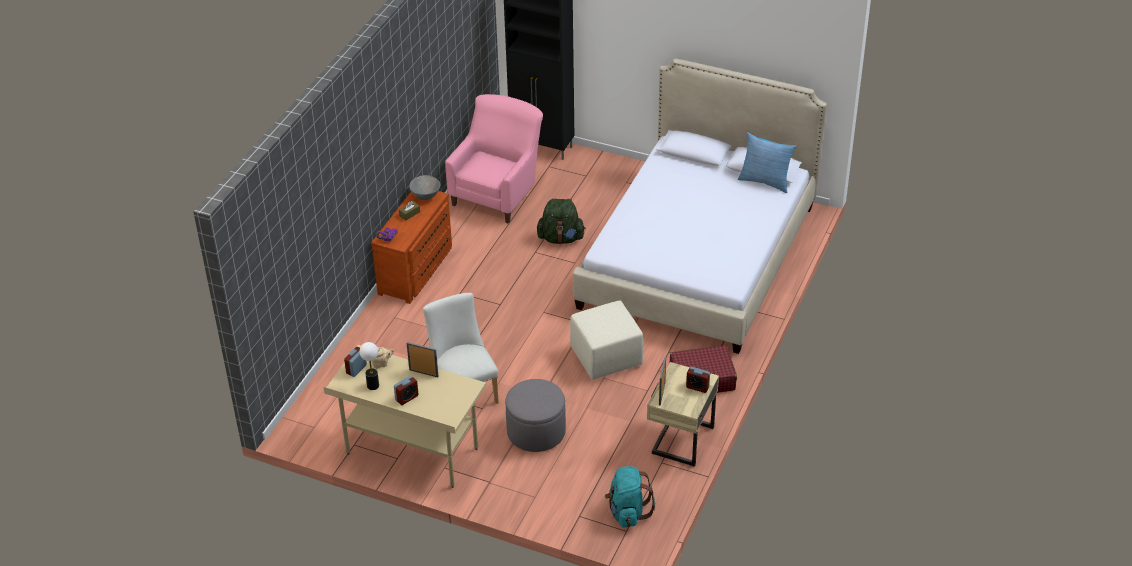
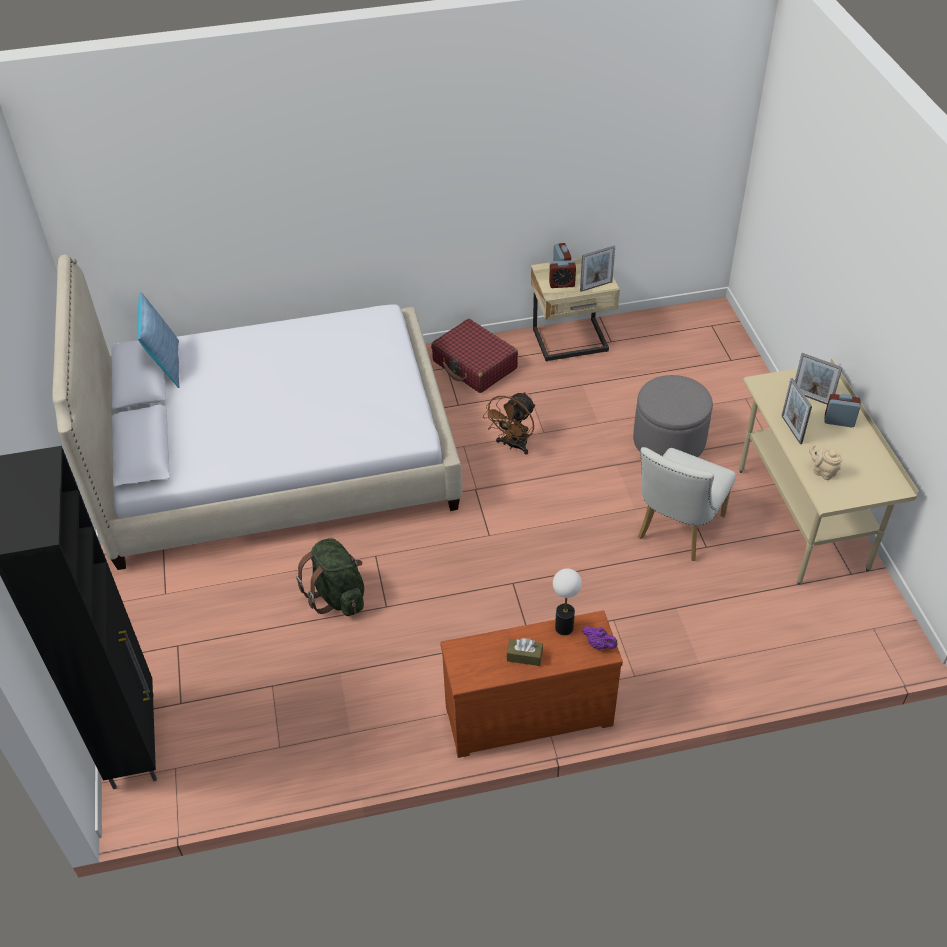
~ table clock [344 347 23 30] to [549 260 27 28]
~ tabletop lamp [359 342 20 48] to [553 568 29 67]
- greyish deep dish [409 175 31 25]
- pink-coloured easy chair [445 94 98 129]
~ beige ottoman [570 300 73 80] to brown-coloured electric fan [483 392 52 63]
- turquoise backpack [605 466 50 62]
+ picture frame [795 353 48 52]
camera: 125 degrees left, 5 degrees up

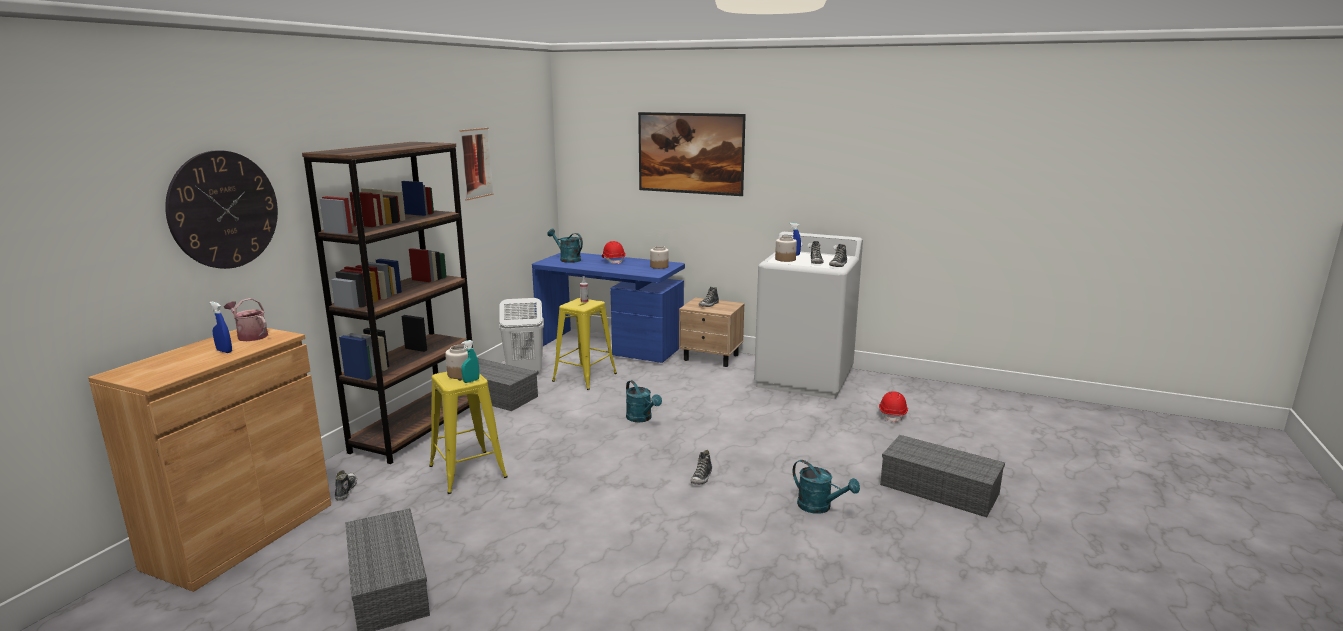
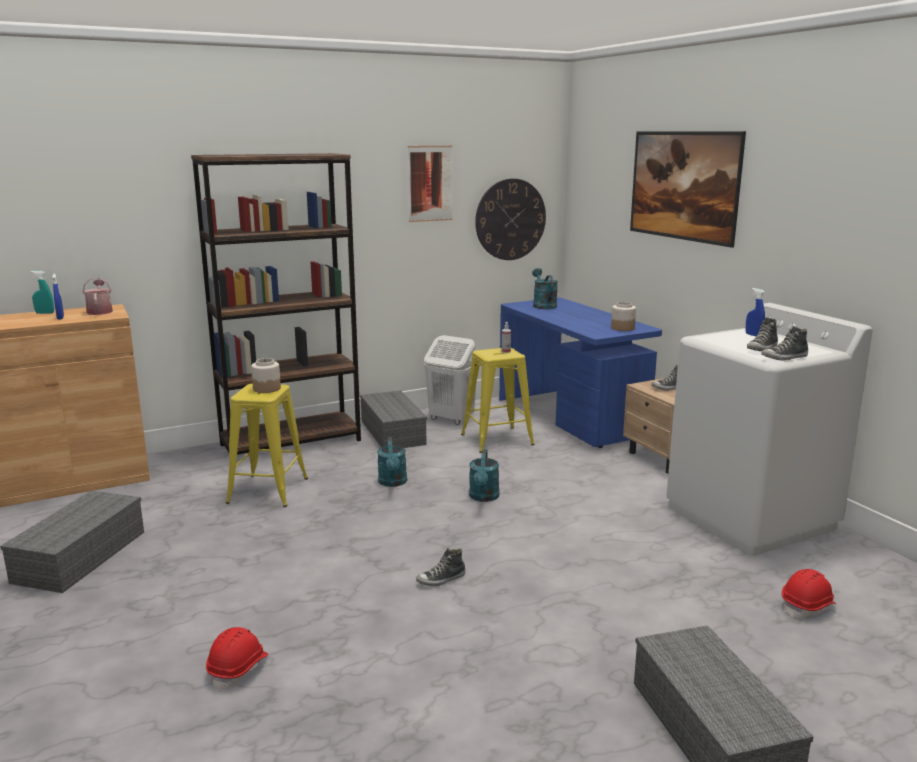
~ clock on the wall [165 150 113 119] to [475 179 71 81]
- shoe [335 470 22 31]
~ turquoise spray bottle [461 340 18 43] to [31 271 23 43]
~ reddish work helmet [602 241 24 23] to [206 627 62 64]
- storage jar [775 236 22 26]
~ turquoise watering pot [792 460 68 54] to [377 437 30 50]
camera: 40 degrees right, 0 degrees up

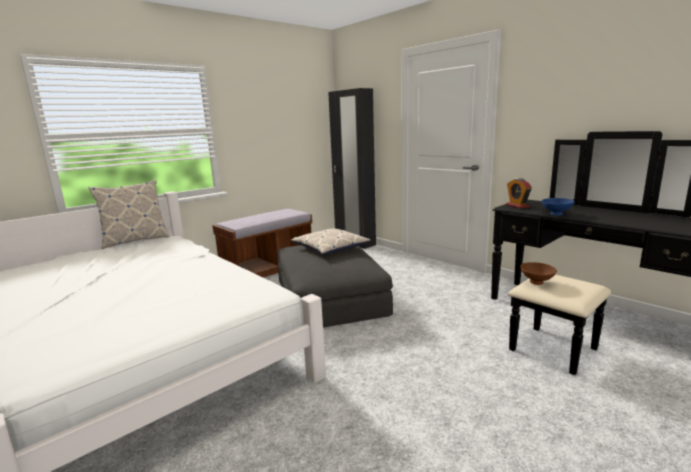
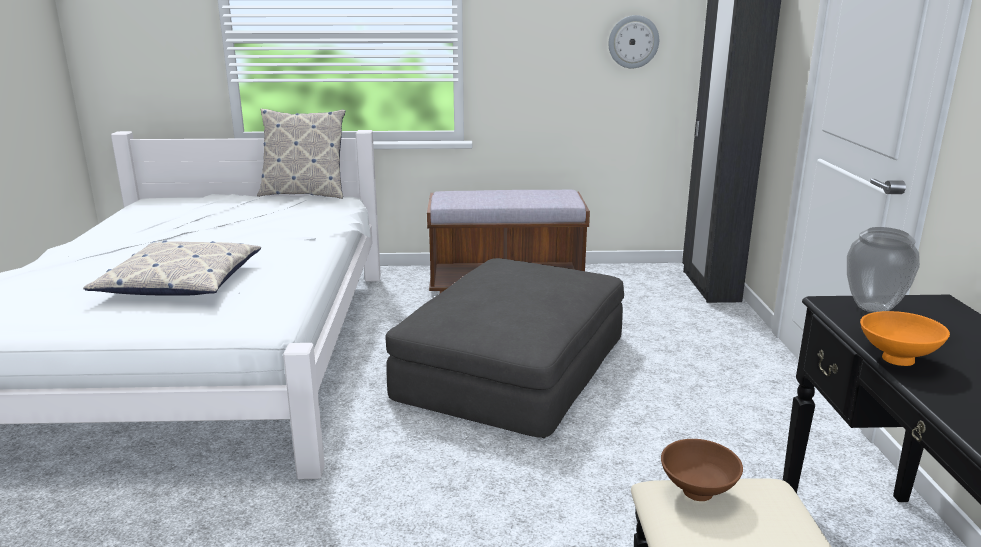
~ cushion [290 229 81 25] to [83 240 178 56]
~ table clock [506 178 26 30] to flower vase [847 227 73 86]
~ blue-coloured deep dish [542 198 33 17] to orange deep dish [860 311 90 55]
+ clock on the wall [608 15 51 53]
camera: 40 degrees right, 5 degrees up

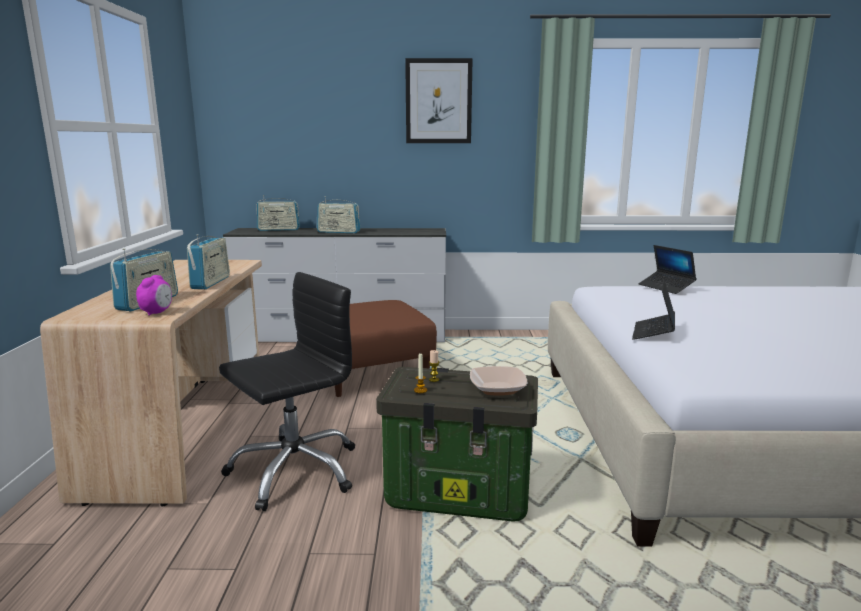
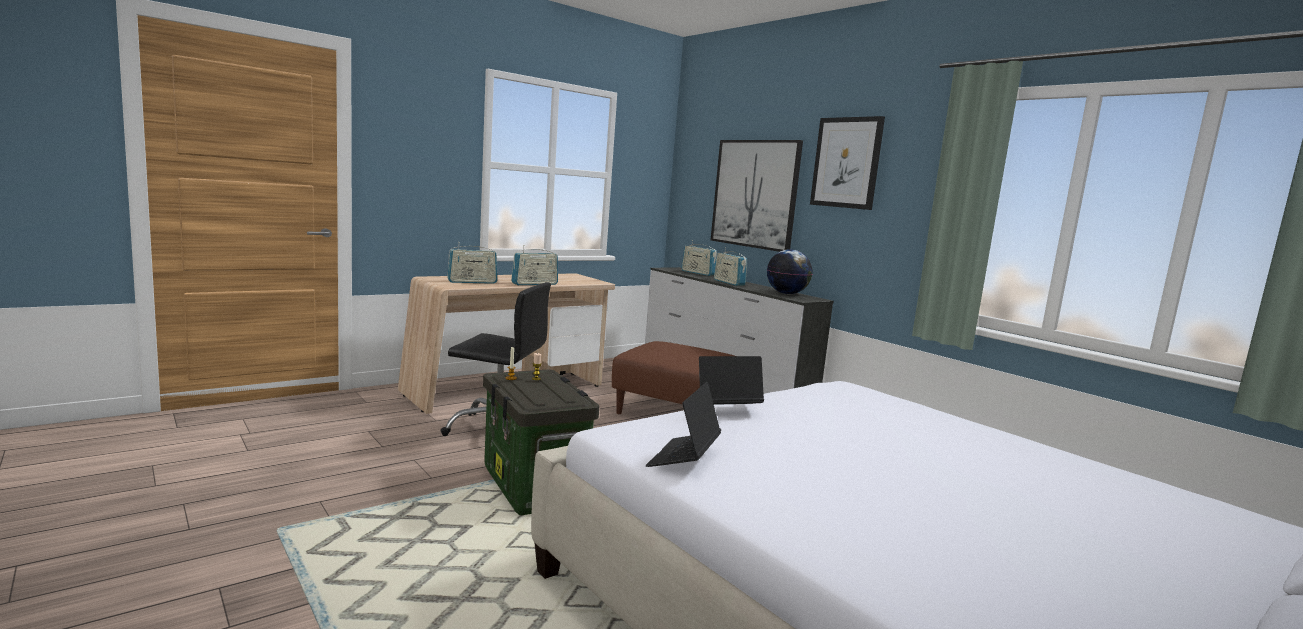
- table clock [136 275 36 41]
- deep dish [470 366 57 30]
~ notebook computer [639 245 58 49] to [646 382 75 85]
+ picture [711 140 92 112]
+ world globe [767 249 45 45]
camera: 50 degrees right, 5 degrees down

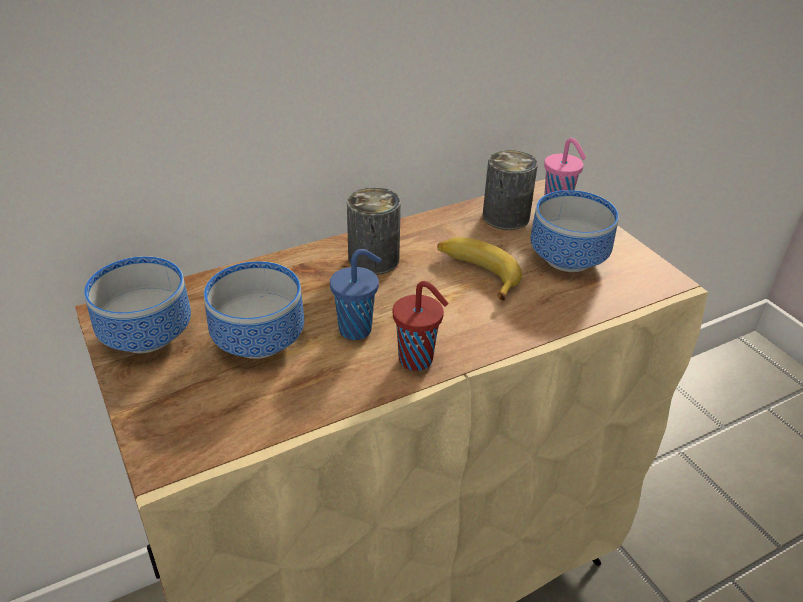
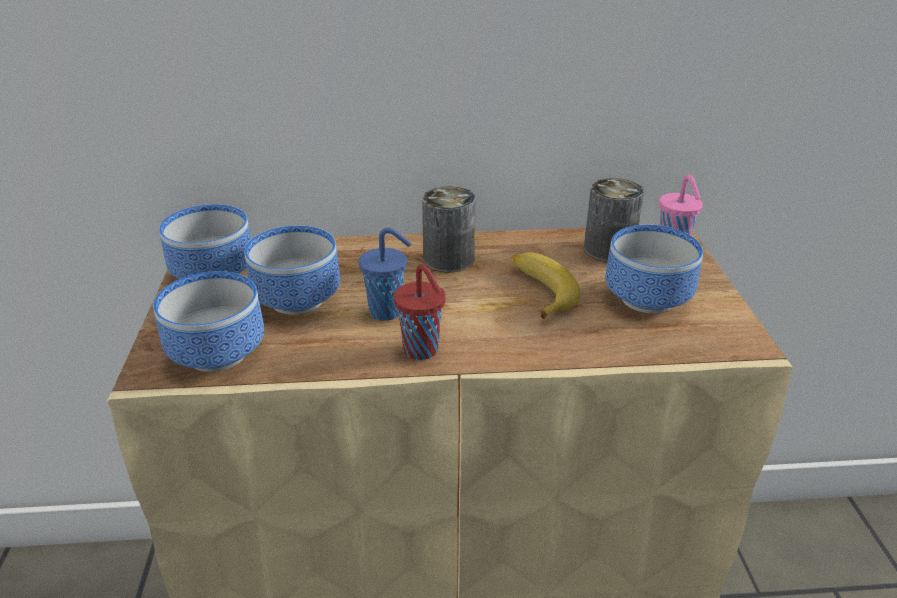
+ deep dish [153 271 111 101]
camera: 25 degrees right, 5 degrees down

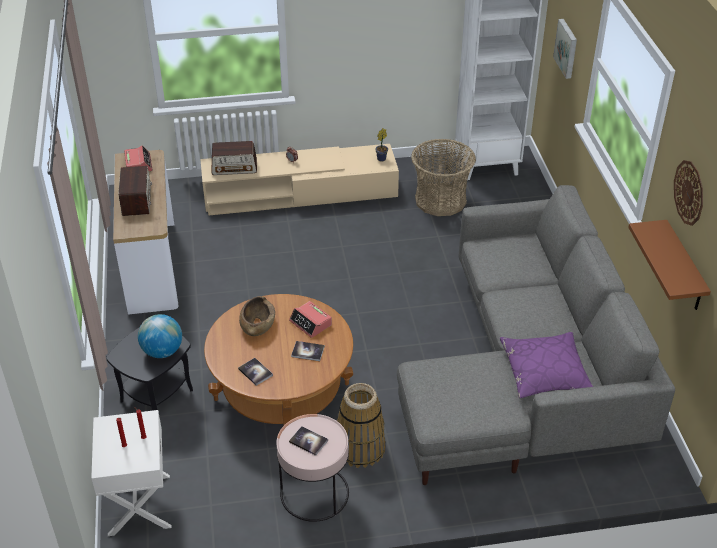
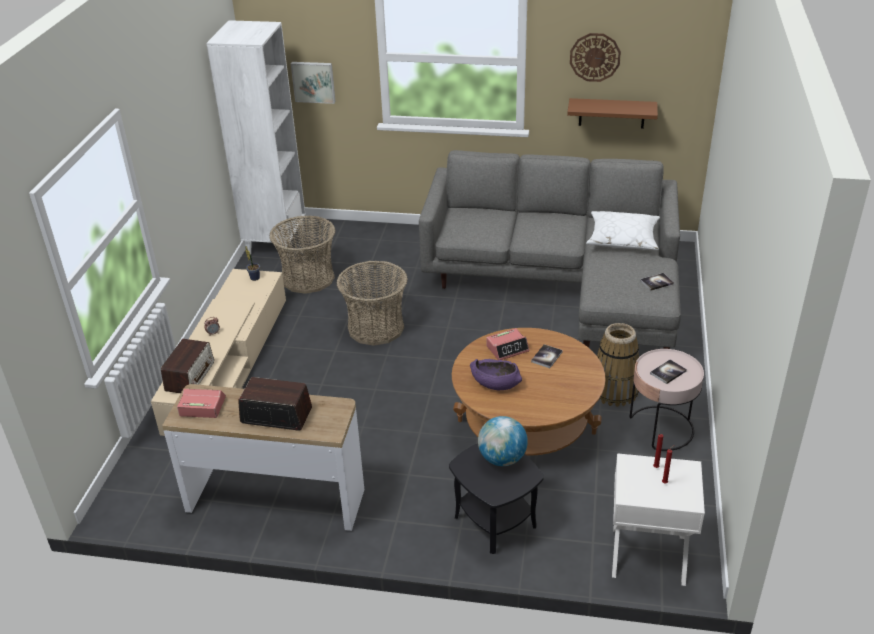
~ volume [238 358 35 28] to [640 273 34 18]
~ brown-coloured deep dish [239 296 36 40] to purple deep dish [470 359 52 31]
~ purple cushion [500 332 93 66] to whitish cushion [586 211 74 39]
+ basket [336 261 72 85]
camera: 70 degrees left, 5 degrees down

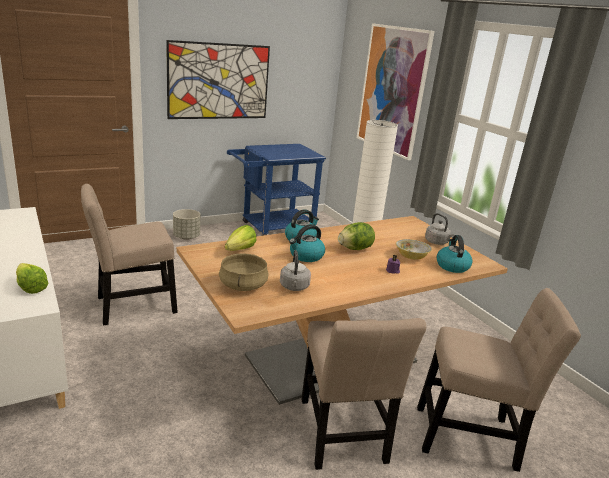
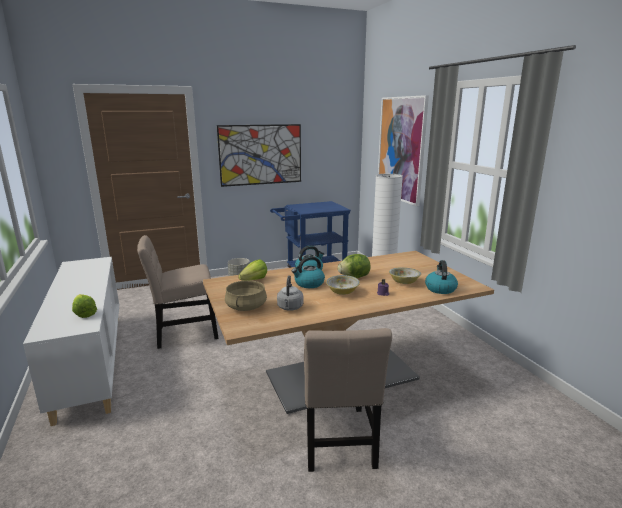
- beige upright chair [417 288 164 184]
- greyish tea kettle [425 213 29 32]
+ deep dish [326 275 34 20]
camera: 10 degrees right, 5 degrees down

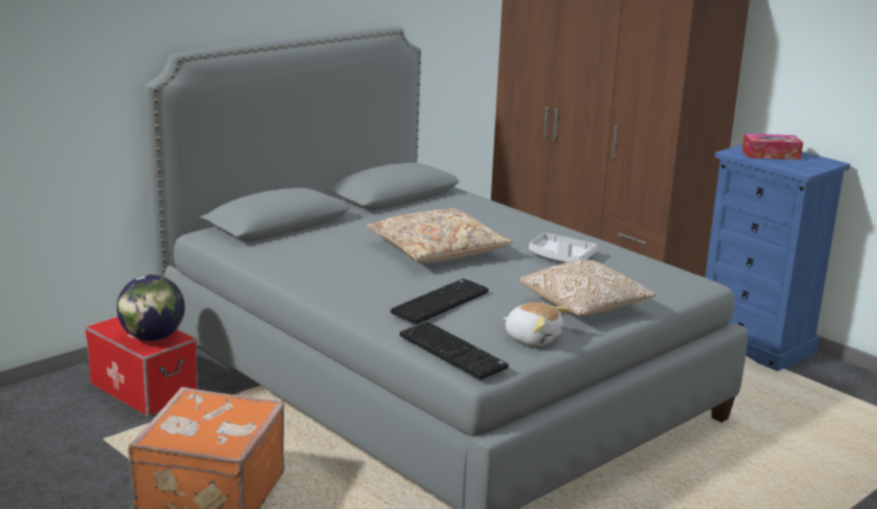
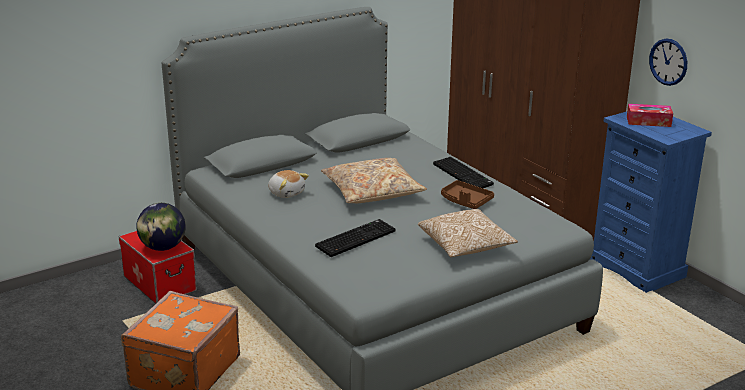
~ keyboard [400 321 108 59] to [433 157 61 31]
~ plush toy [503 302 66 44] to [268 170 41 28]
~ greyish tray [529 233 69 30] to brown-coloured tray [441 180 53 29]
+ clock on the wall [649 39 38 47]
camera: 10 degrees right, 5 degrees up

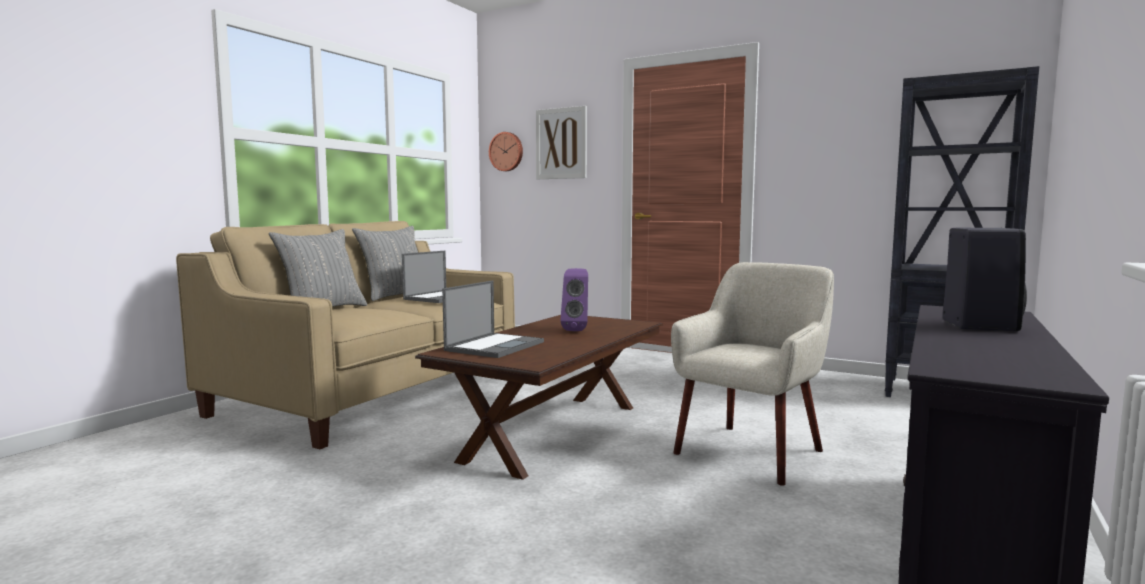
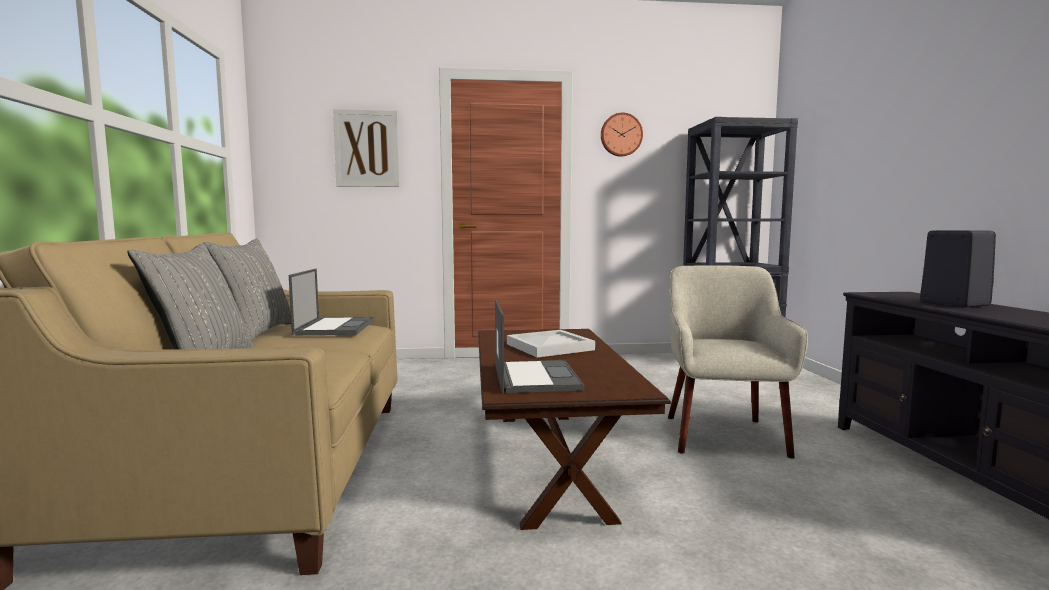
~ clock on the wall [489 132 34 39] to [601 113 42 44]
~ purple speaker [561 268 27 63] to whitish tray [507 330 88 28]
camera: 35 degrees left, 0 degrees up

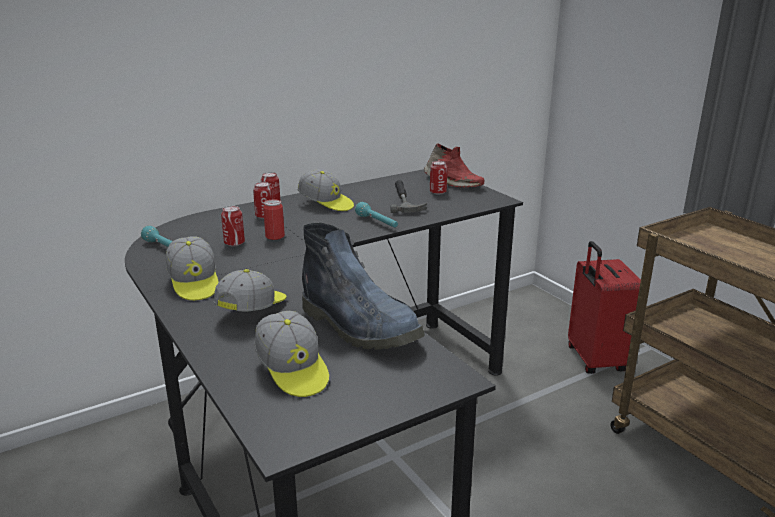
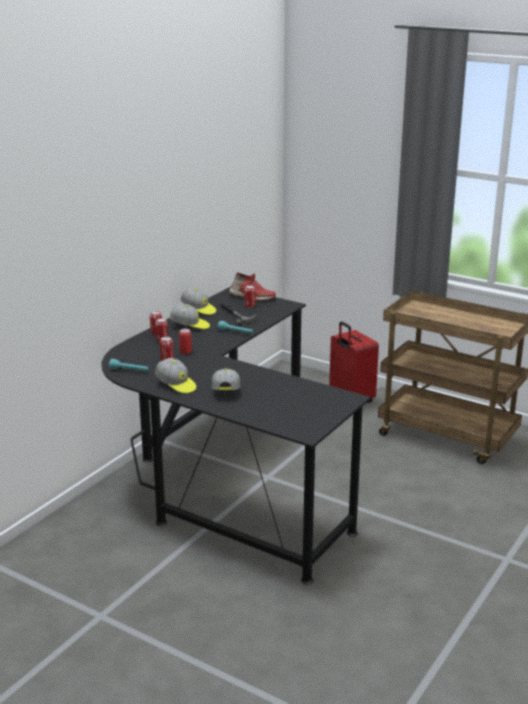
~ peaked cap [255 311 74 86] to [180 287 36 28]
- boot [302 223 123 127]
camera: 25 degrees left, 0 degrees up

